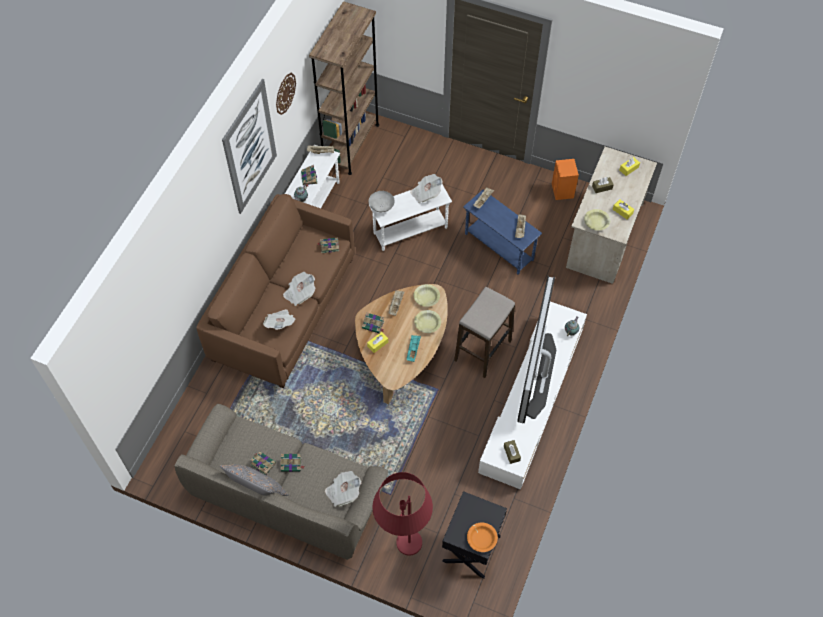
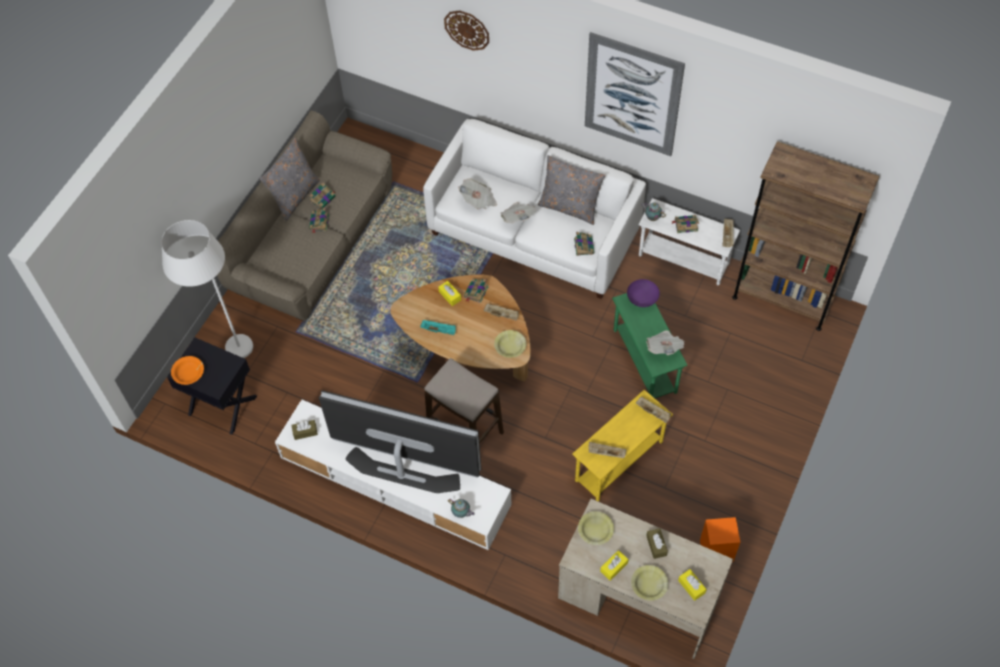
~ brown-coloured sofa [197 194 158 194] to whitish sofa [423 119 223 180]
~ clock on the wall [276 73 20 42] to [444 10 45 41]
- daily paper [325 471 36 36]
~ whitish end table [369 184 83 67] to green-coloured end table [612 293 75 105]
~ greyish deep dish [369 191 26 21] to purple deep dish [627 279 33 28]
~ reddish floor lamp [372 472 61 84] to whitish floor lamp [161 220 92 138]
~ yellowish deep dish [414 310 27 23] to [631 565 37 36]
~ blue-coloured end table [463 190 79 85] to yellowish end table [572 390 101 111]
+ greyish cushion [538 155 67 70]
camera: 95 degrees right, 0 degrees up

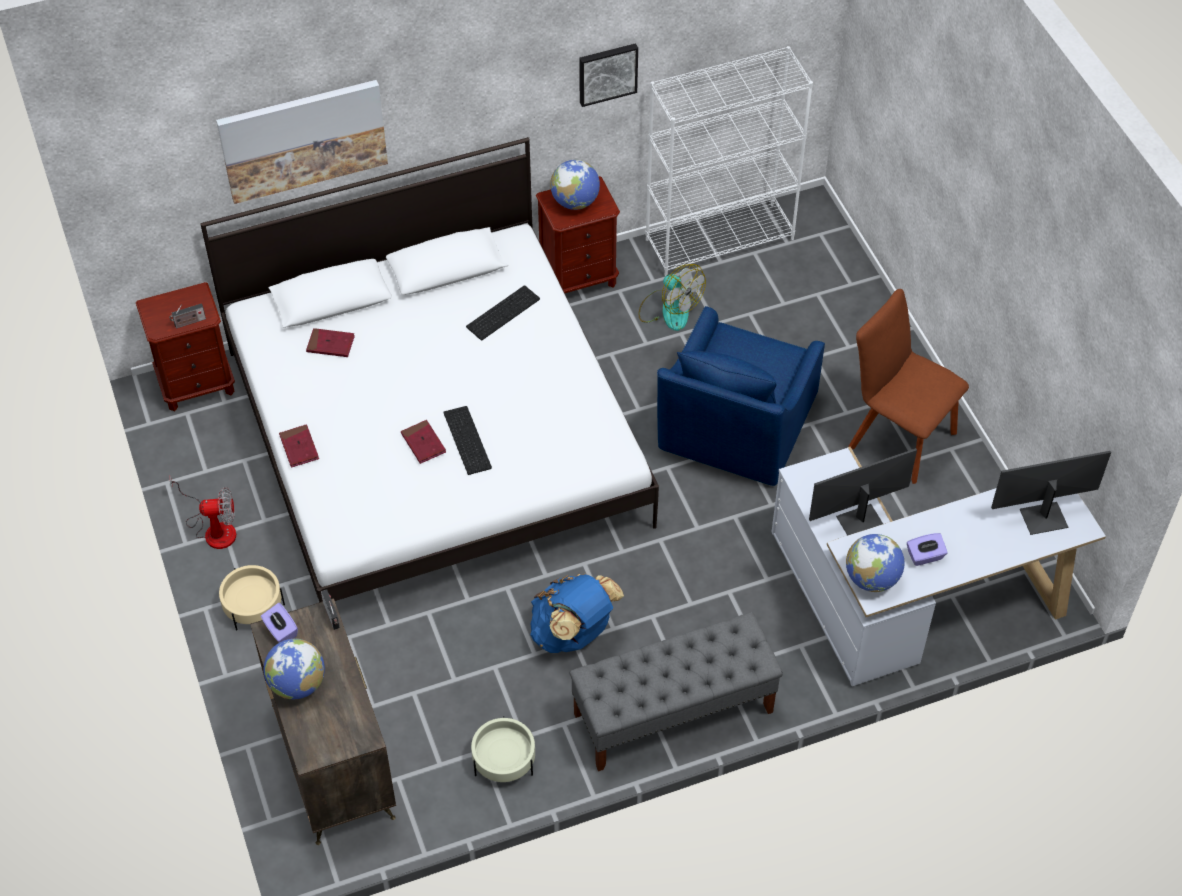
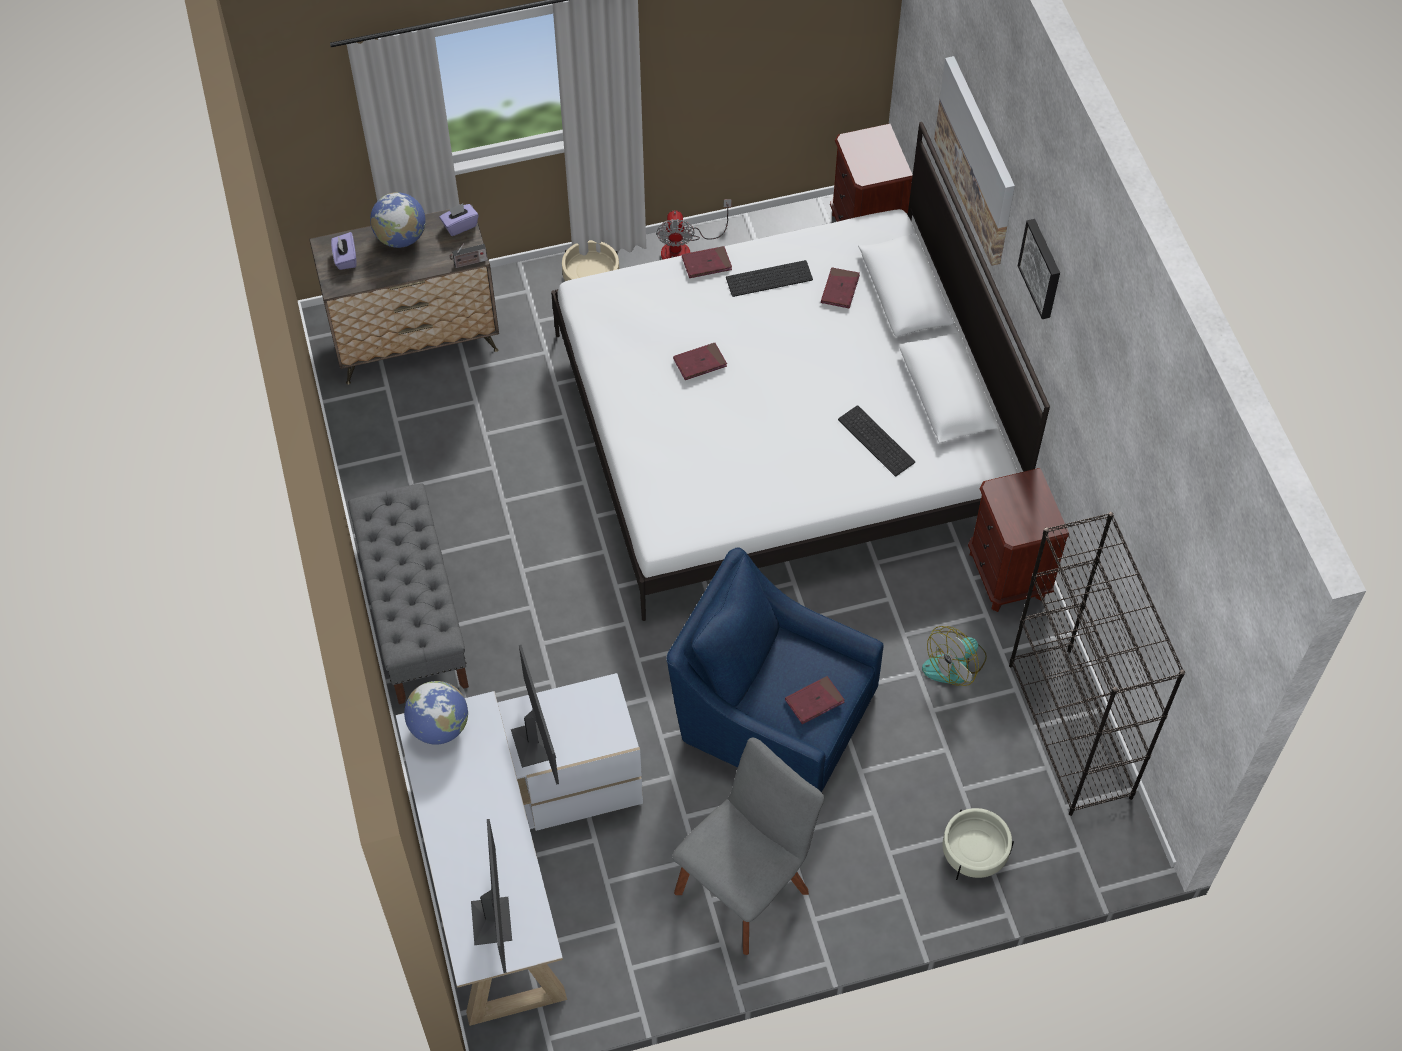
- radio receiver [169 303 37 26]
~ keyboard [443 406 49 69] to [726 260 87 37]
~ beige flower pot [471 716 64 66] to [943 808 71 72]
- blue-coloured backpack [530 574 94 79]
- world globe [550 160 50 50]
~ picture [579 43 59 64] to [1018 219 42 100]
~ whitish shelving unit [645 46 168 230] to blackish shelving unit [1009 512 176 304]
~ brown-coloured upright chair [849 289 120 195] to greyish upright chair [672 738 152 217]
~ purple tissue holder [907 533 41 33] to [331 232 25 38]
+ reddish volume [785 676 59 48]
camera: 95 degrees right, 5 degrees up

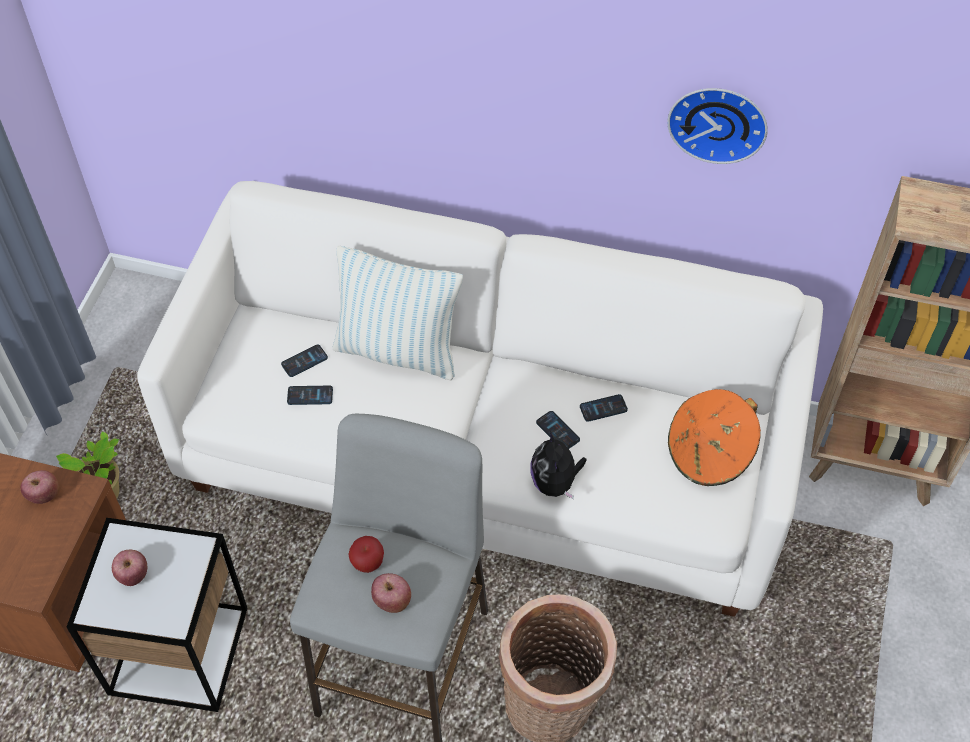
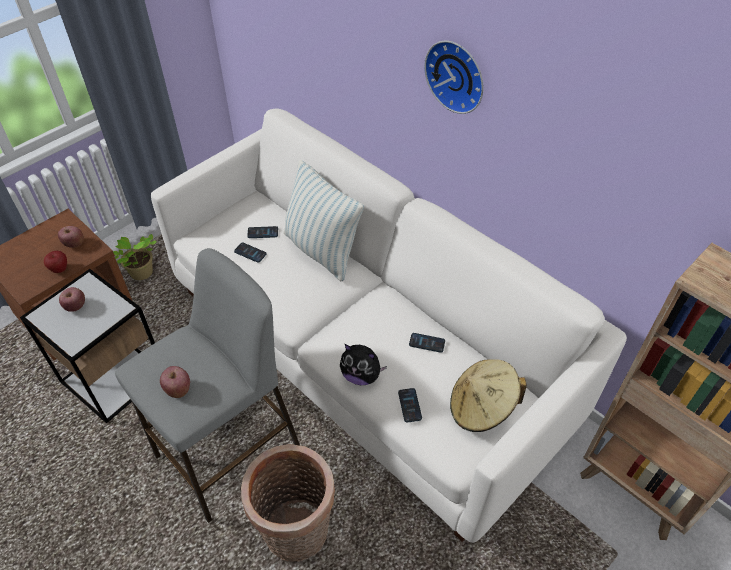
~ apple fruit [348 536 36 37] to [44 251 23 22]
~ plush toy [530 431 57 68] = [340 344 47 41] 90 degrees counterclockwise
~ phone [536 411 44 38] to [398 388 24 35]
~ clock on the wall [667 88 101 76] to [424 41 59 73]
~ orange wearable hat [668 389 93 97] to beige wearable hat [450 359 77 73]
camera: 30 degrees right, 5 degrees down

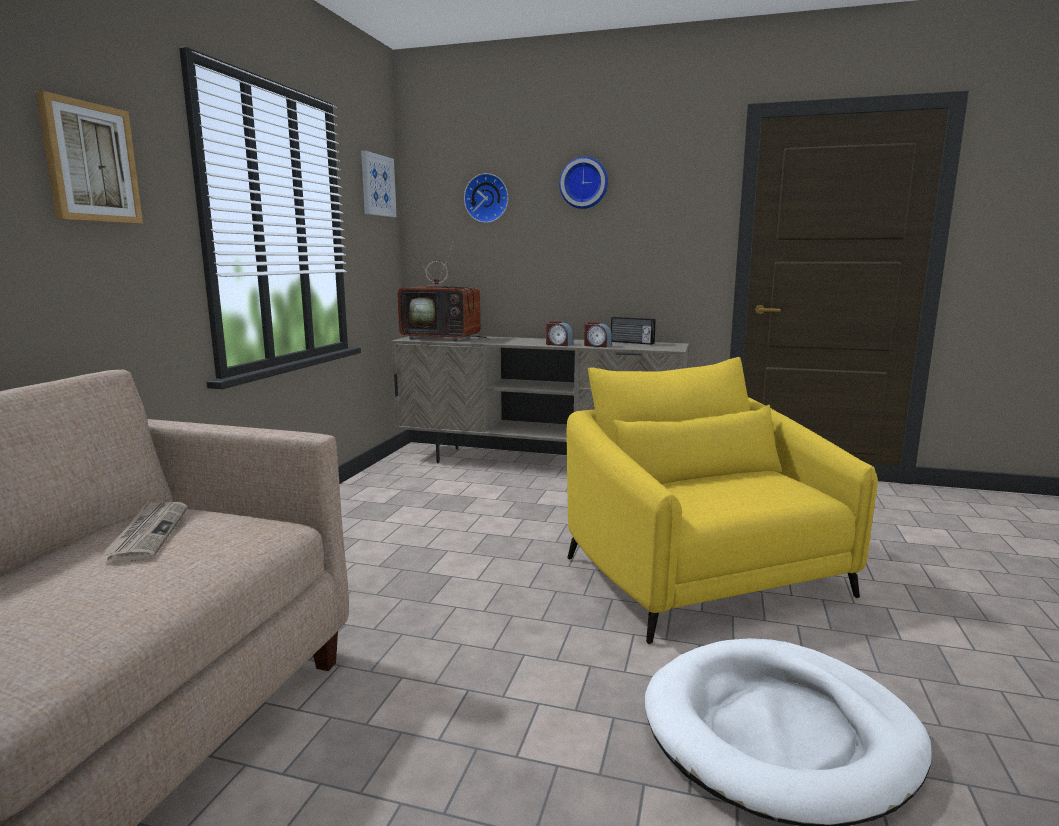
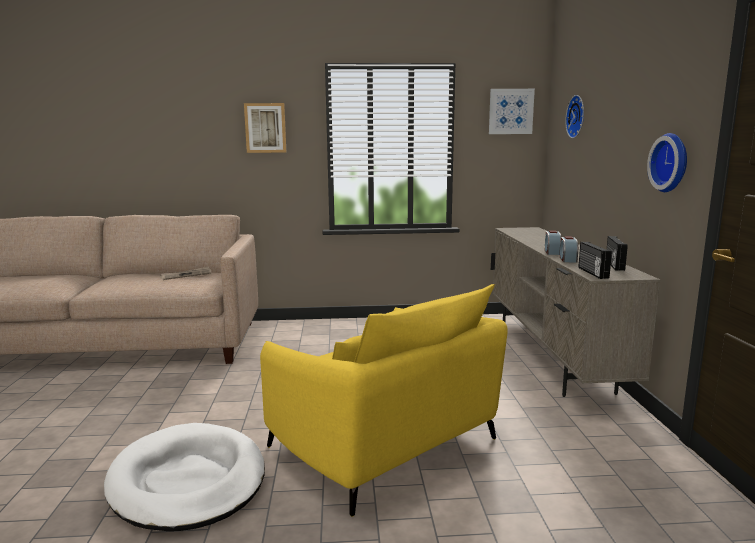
- TV set [398 242 91 99]
~ clock on the wall [559 156 49 53] to [647 133 40 59]
~ yellowish easy chair [566 357 312 288] = [260 284 248 233] 90 degrees clockwise
+ radio receiver [578 242 34 37]
camera: 70 degrees right, 0 degrees up

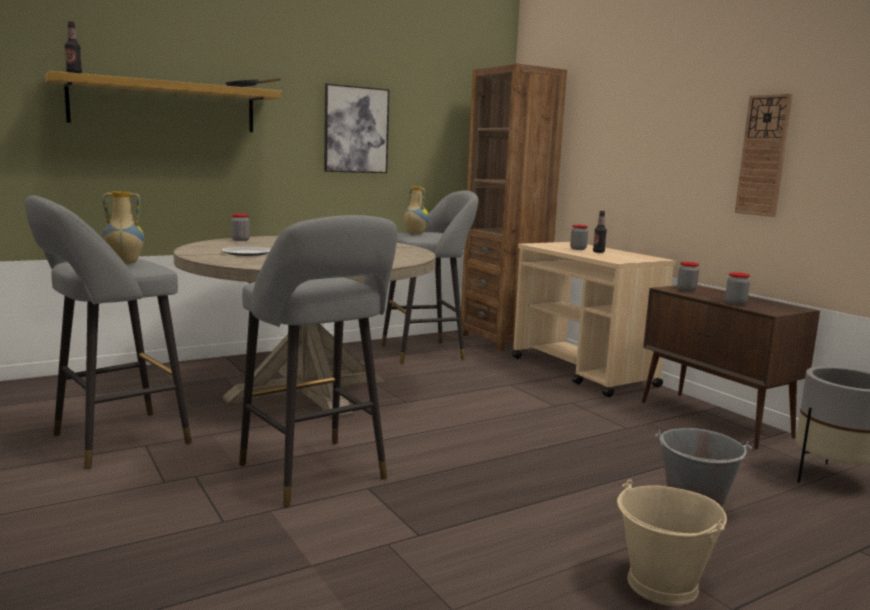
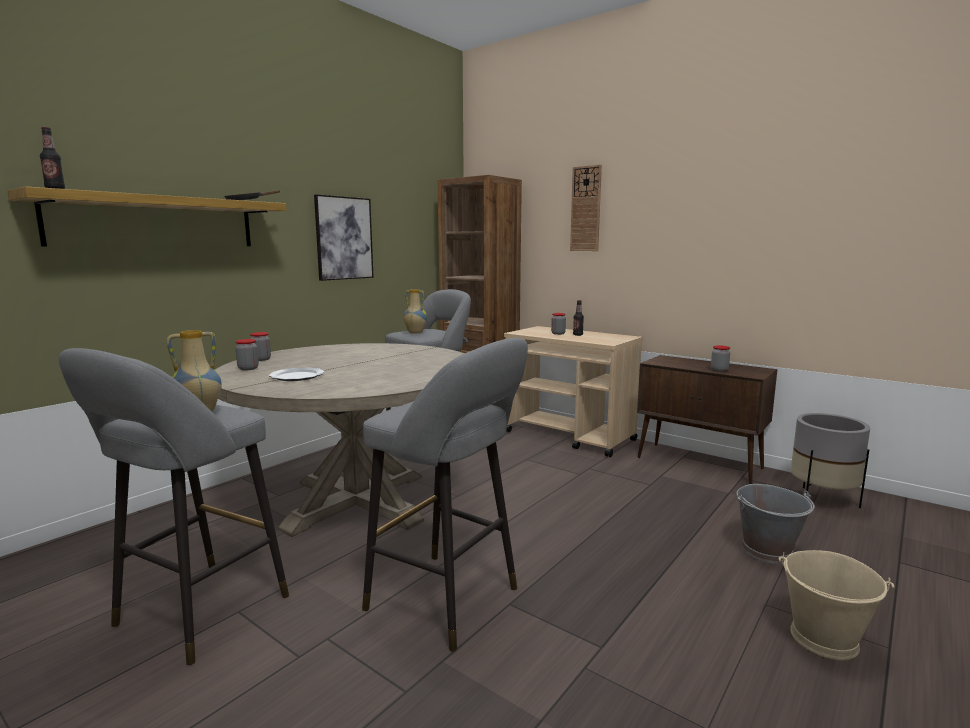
~ storage jar [677 262 22 30] to [236 339 23 31]
~ clock on the wall [735 93 58 124] to [570 165 32 86]
camera: 20 degrees left, 0 degrees up

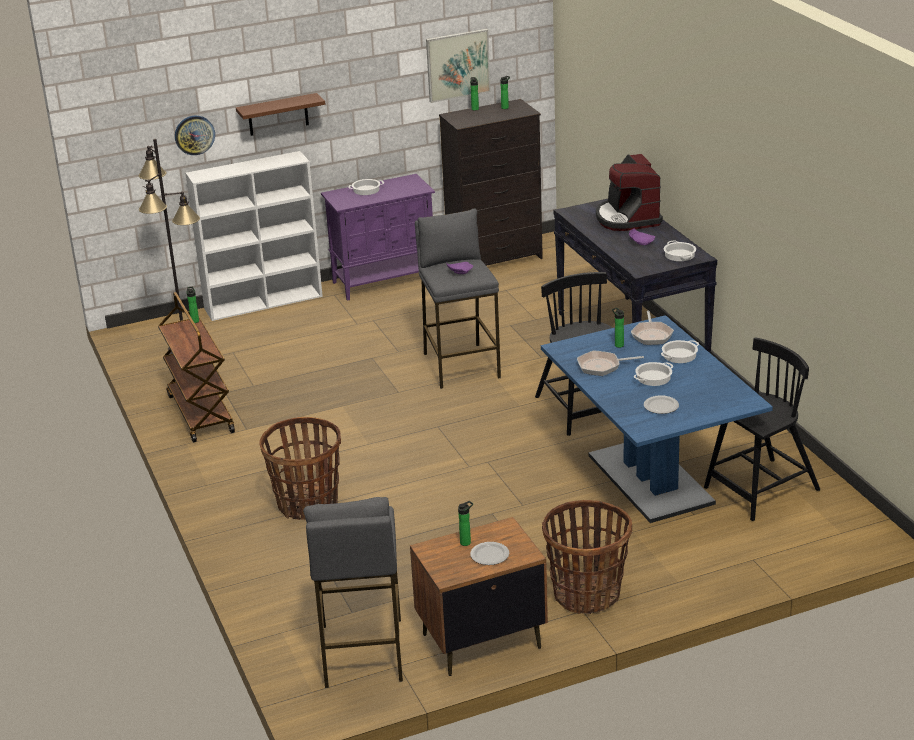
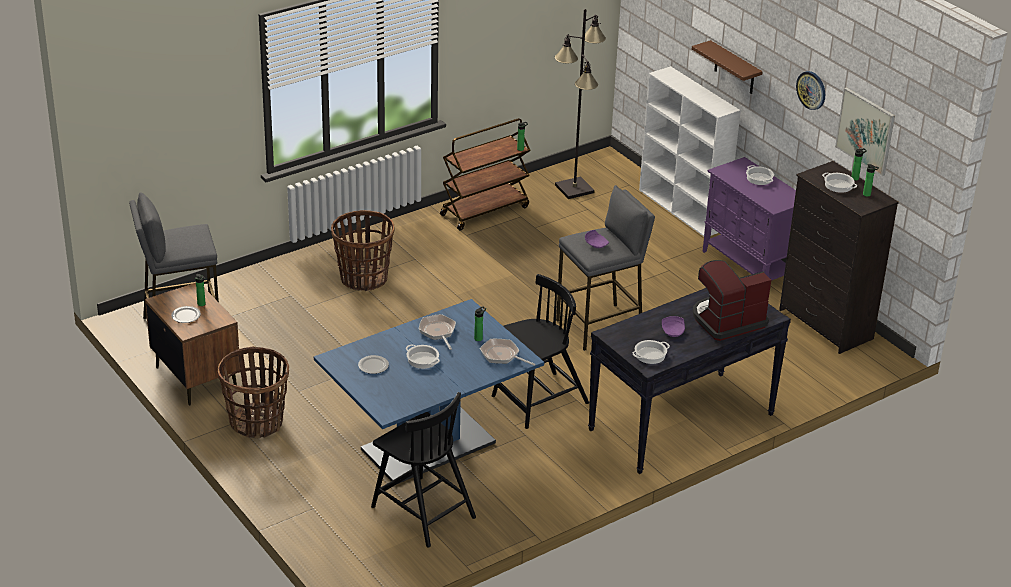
~ clock on the wall [175 116 40 39] to [796 71 29 39]
~ pan [631 311 43 34] = [480 339 55 27] 45 degrees clockwise
~ stockpot [661 340 38 23] to [822 173 35 20]
camera: 75 degrees right, 5 degrees up

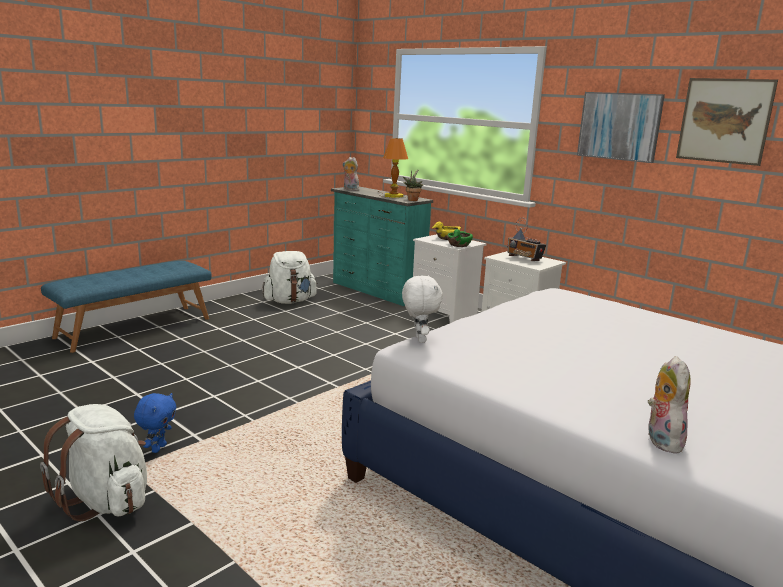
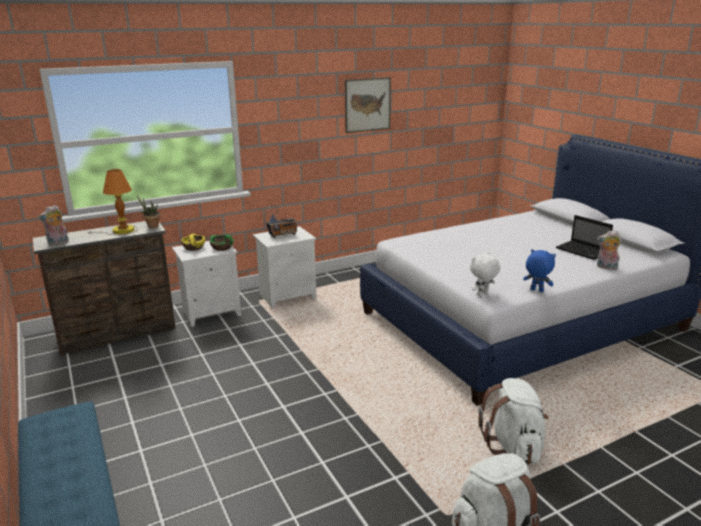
~ blue-coloured plush toy [134 393 43 60] to [523 249 33 43]
~ whitish backpack [262 251 56 53] to [478 378 71 87]
~ turquoise chest of drawers [331 187 102 119] to brown-coloured chest of drawers [33 221 143 134]
~ whitish plush toy [402 275 41 68] = [470 253 31 43] 45 degrees counterclockwise
- picture [577 92 88 71]
+ notebook computer [556 215 57 45]
camera: 70 degrees left, 5 degrees up

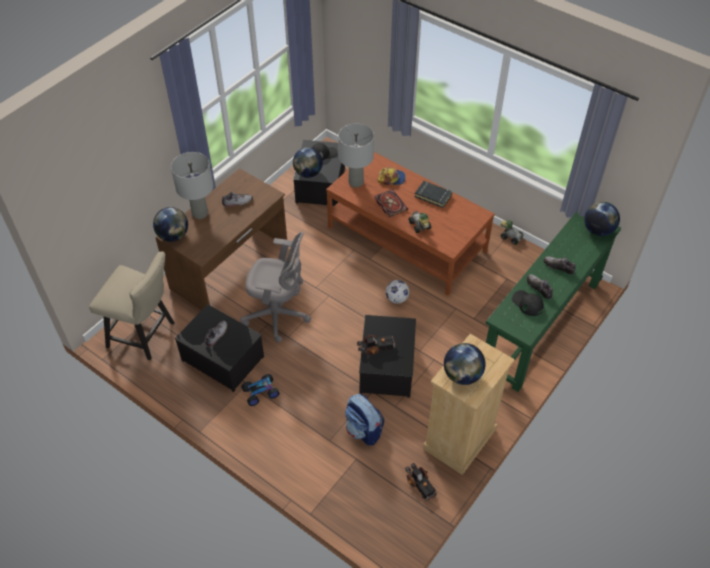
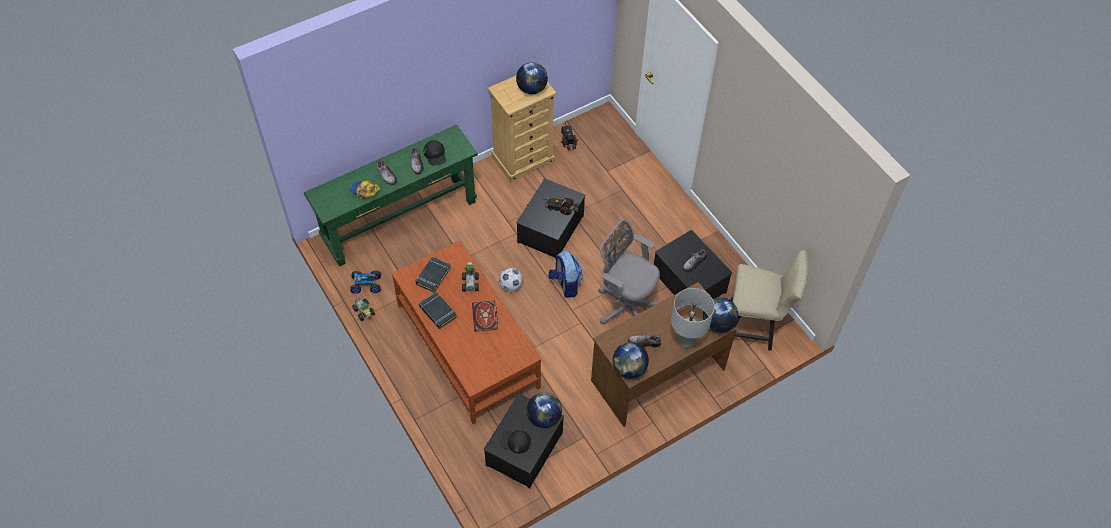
~ beige upright chair [89 252 86 108] = [730 250 78 100] 150 degrees clockwise
~ model car [241 374 39 32] to [350 270 31 24]
- greyish tabletop lamp [338 124 36 64]
~ backpack [345 394 39 51] to [548 250 35 48]
~ peaked cap [377 167 29 18] to [350 180 30 19]
~ world globe [584 202 36 34] to [613 342 36 36]
+ blackish volume [415 256 36 37]
camera: 160 degrees left, 5 degrees up

